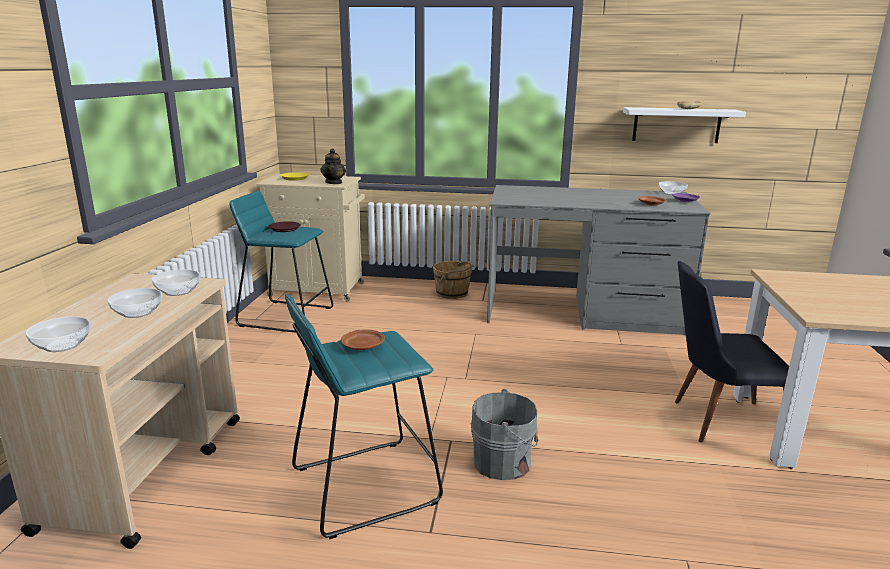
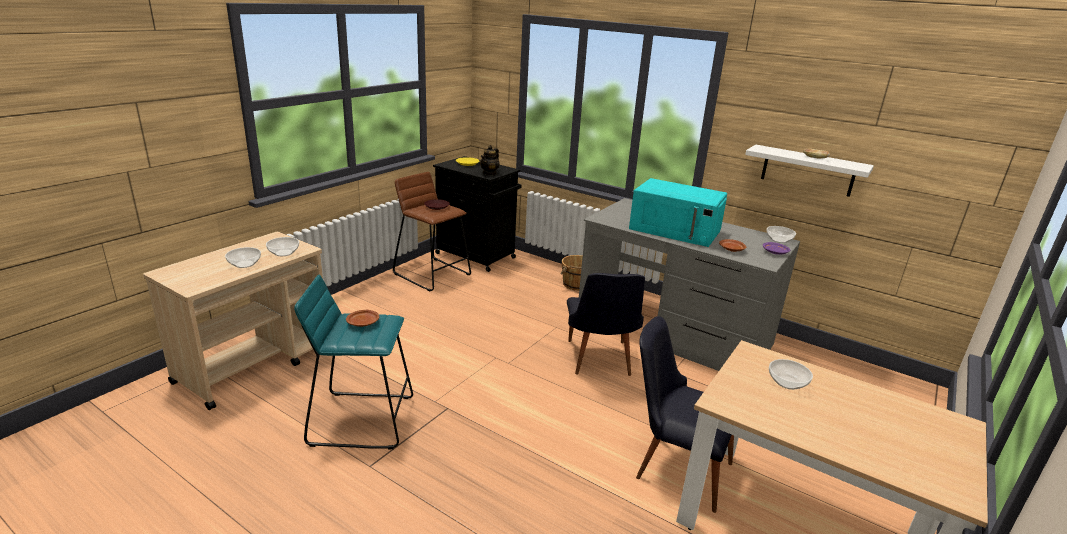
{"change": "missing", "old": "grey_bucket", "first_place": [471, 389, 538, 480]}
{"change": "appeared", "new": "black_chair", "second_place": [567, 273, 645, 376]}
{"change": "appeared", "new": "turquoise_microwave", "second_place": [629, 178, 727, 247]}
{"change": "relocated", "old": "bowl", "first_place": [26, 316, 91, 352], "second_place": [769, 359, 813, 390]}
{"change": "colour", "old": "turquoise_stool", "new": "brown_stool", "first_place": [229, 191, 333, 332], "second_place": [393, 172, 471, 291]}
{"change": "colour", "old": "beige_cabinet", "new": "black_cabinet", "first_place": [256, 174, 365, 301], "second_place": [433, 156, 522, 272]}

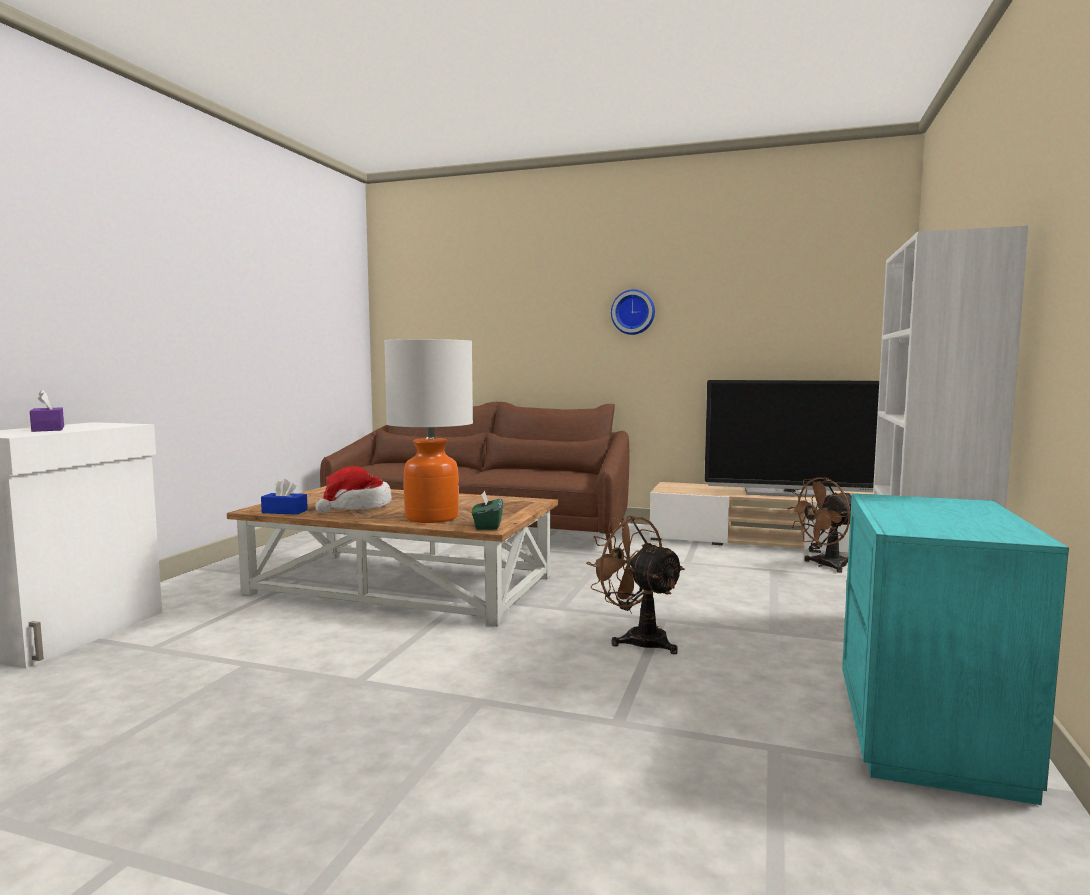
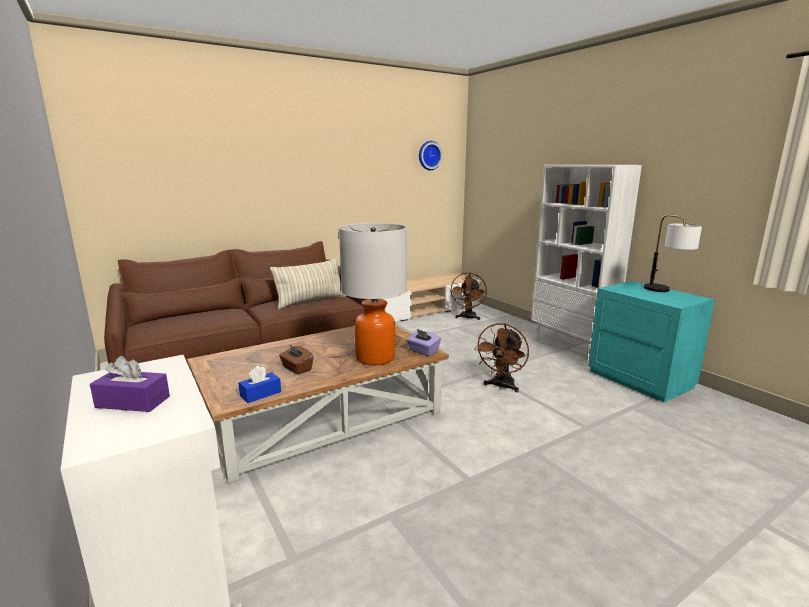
{"change": "missing", "old": "television", "first_place": [704, 380, 879, 498]}
{"change": "appeared", "new": "pillow", "second_place": [270, 258, 346, 310]}
{"change": "appeared", "new": "table_lamp", "second_place": [644, 215, 702, 292]}
{"change": "relocated", "old": "wall_clock", "first_place": [611, 289, 655, 335], "second_place": [419, 141, 443, 170]}
{"change": "exchanged", "old": "hat", "new": "brown_tissue_box", "first_place": [315, 466, 391, 513], "second_place": [279, 344, 314, 374]}
{"change": "colour", "old": "green_tissue_box", "new": "purple_tissue_box", "first_place": [472, 491, 503, 530], "second_place": [407, 329, 441, 356]}
{"change": "spun", "old": "brown_fan", "first_place": [586, 516, 685, 654], "second_place": [474, 323, 529, 392], "degrees": -60}

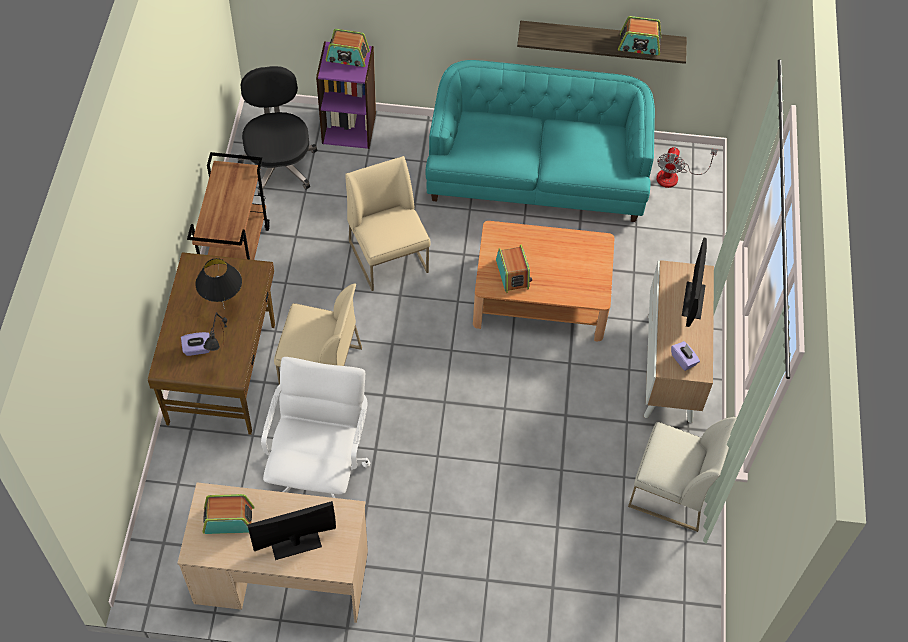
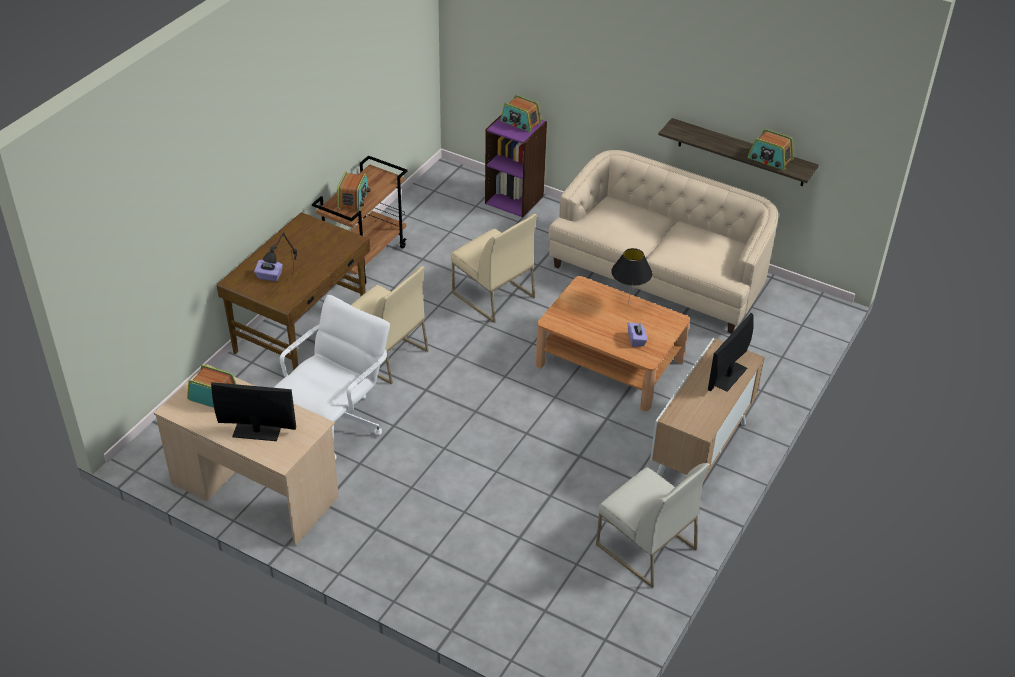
{"change": "missing", "old": "black_office_chair", "first_place": [238, 66, 318, 196]}
{"change": "missing", "old": "fan", "first_place": [656, 147, 718, 188]}
{"change": "relocated", "old": "black_table_lamp", "first_place": [195, 258, 242, 309], "second_place": [611, 248, 653, 305]}
{"change": "relocated", "old": "radio", "first_place": [496, 245, 532, 293], "second_place": [337, 171, 371, 212]}
{"change": "relocated", "old": "purple_tissue_box", "first_place": [671, 341, 700, 371], "second_place": [628, 322, 647, 347]}
{"change": "colour", "old": "turquoise_sofa", "new": "beige_sofa", "first_place": [426, 60, 655, 222], "second_place": [549, 150, 778, 334]}
{"change": "spun", "old": "beige_chair", "first_place": [345, 156, 431, 291], "second_place": [451, 214, 537, 323], "degrees": 135}

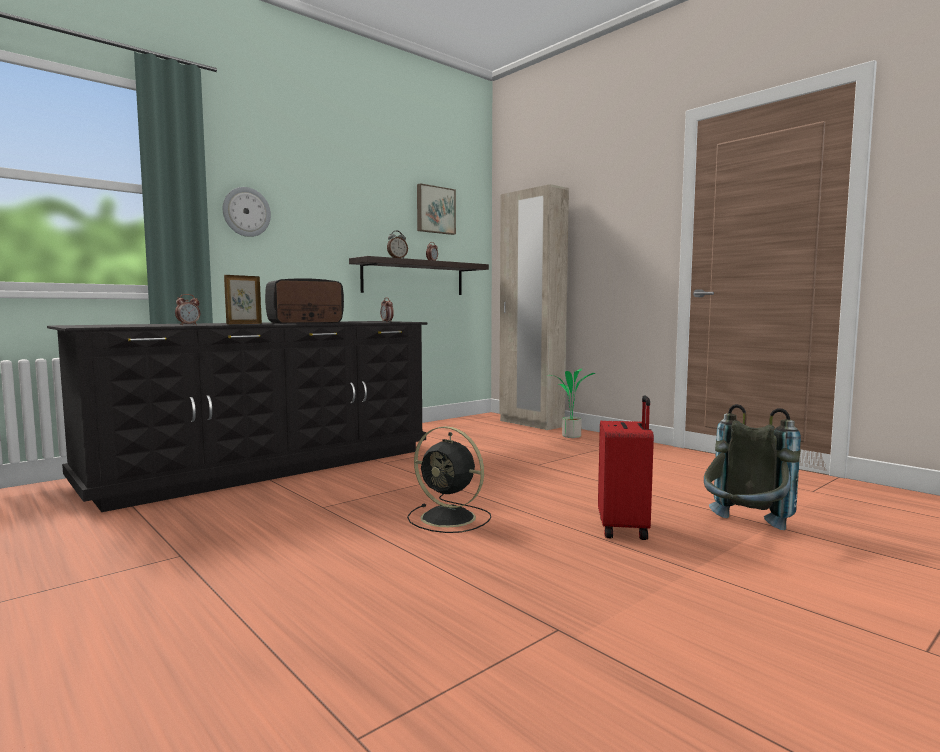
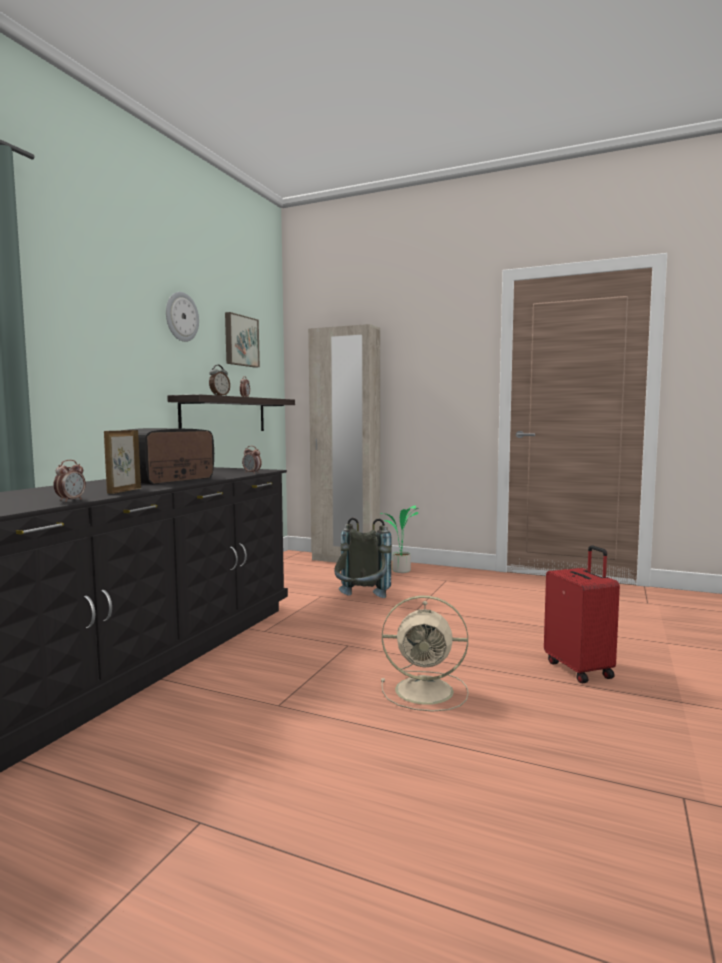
{"change": "relocated", "old": "wall_clock", "first_place": [223, 187, 271, 237], "second_place": [166, 292, 199, 342]}
{"change": "relocated", "old": "grey_backpack", "first_place": [704, 404, 801, 530], "second_place": [334, 517, 392, 598]}
{"change": "colour", "old": "black_fan", "new": "beige_fan", "first_place": [407, 426, 491, 533], "second_place": [381, 596, 469, 712]}

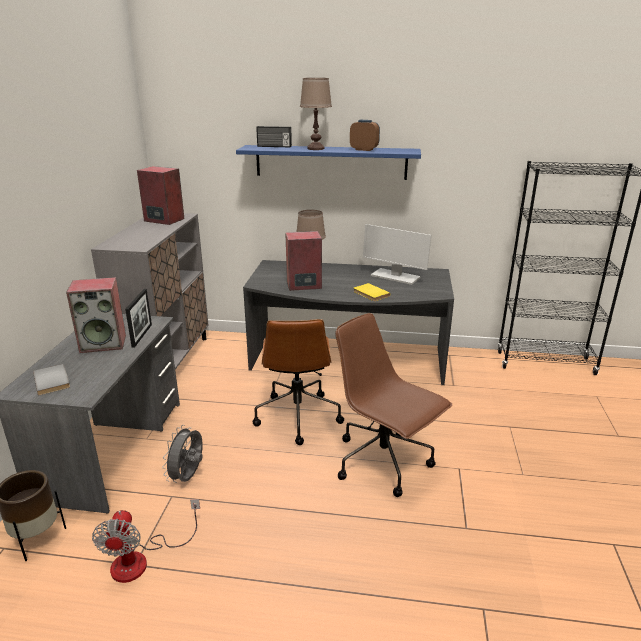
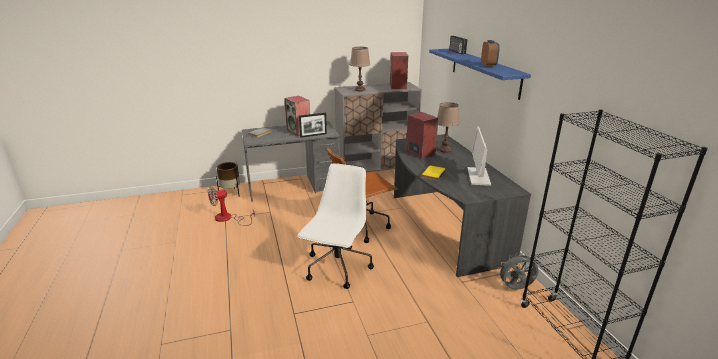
{"change": "relocated", "old": "grey_fan", "first_place": [162, 425, 203, 483], "second_place": [497, 252, 539, 290]}
{"change": "relocated", "old": "brown_table_lamp", "first_place": [300, 78, 332, 150], "second_place": [350, 47, 370, 91]}
{"change": "colour", "old": "brown_office_chair", "new": "white_office_chair", "first_place": [335, 313, 452, 497], "second_place": [297, 163, 374, 289]}

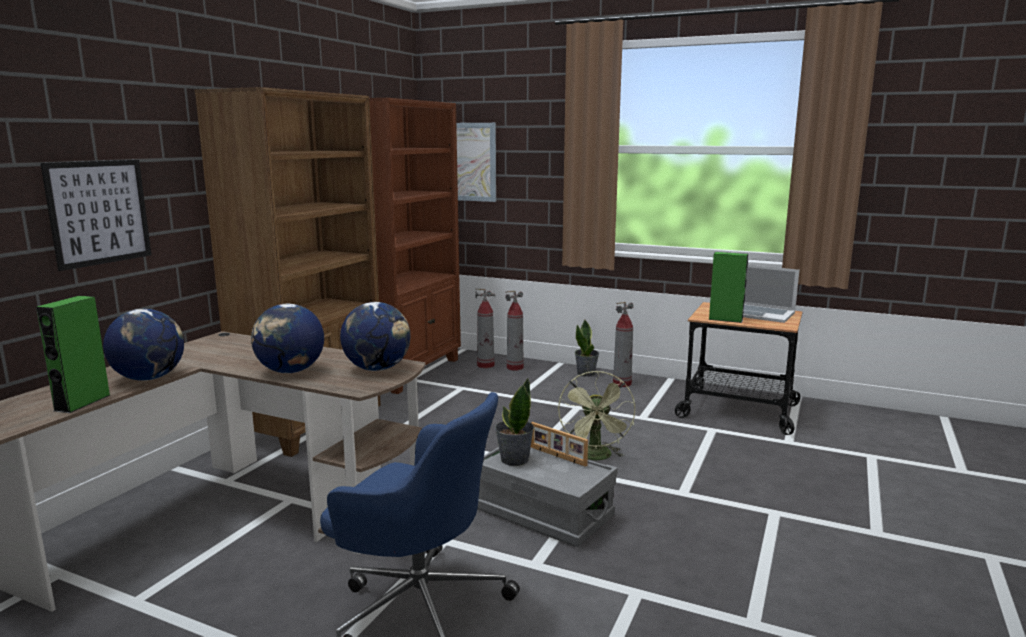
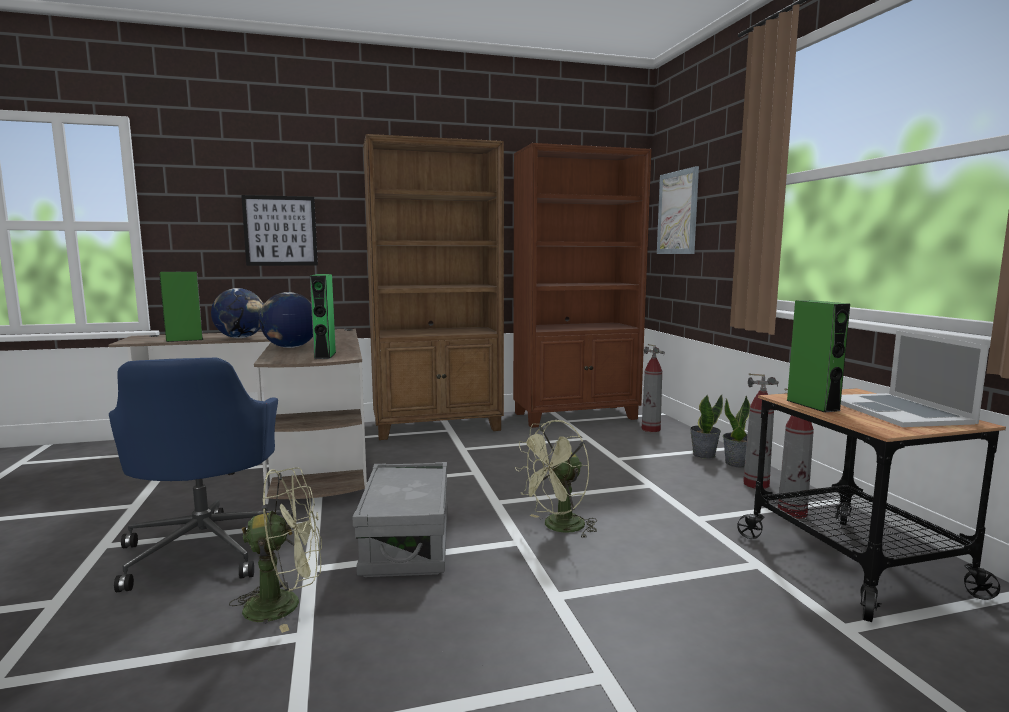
{"change": "missing", "old": "picture_frame", "first_place": [531, 422, 588, 467]}
{"change": "appeared", "new": "green_fan", "second_place": [229, 467, 322, 633]}
{"change": "relocated", "old": "potted_plant", "first_place": [495, 378, 534, 466], "second_place": [690, 395, 723, 459]}
{"change": "relocated", "old": "fire_extinguisher", "first_place": [505, 291, 524, 371], "second_place": [778, 388, 814, 519]}
{"change": "exchanged", "old": "globe", "new": "green_speaker", "first_place": [340, 302, 411, 371], "second_place": [310, 274, 336, 359]}

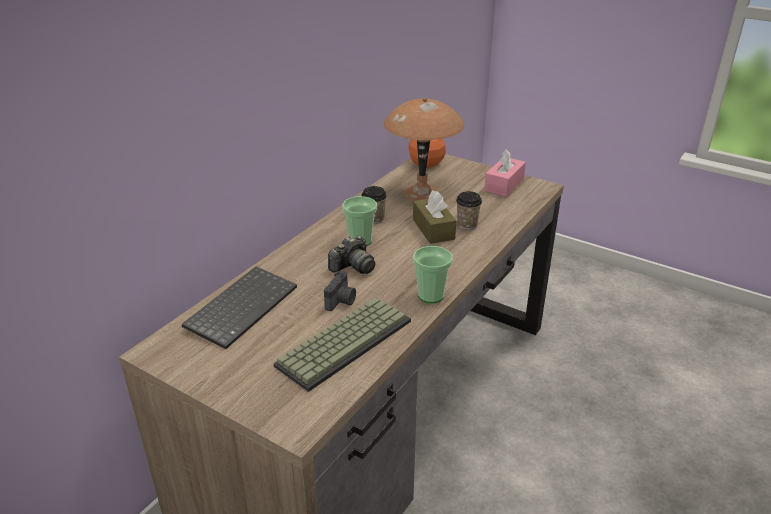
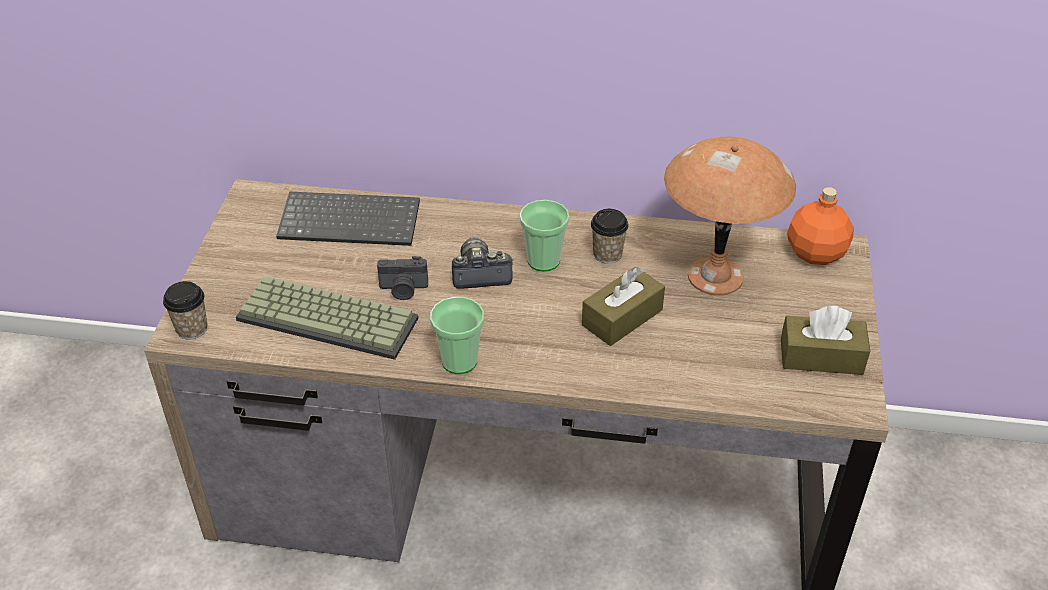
{"change": "relocated", "old": "cup", "first_place": [456, 191, 482, 229], "second_place": [163, 281, 207, 340]}
{"change": "colour", "old": "pink_tissue_box", "new": "brown_tissue_box", "first_place": [484, 149, 526, 197], "second_place": [781, 306, 870, 375]}
{"change": "spun", "old": "photo_camera", "first_place": [328, 236, 375, 274], "second_place": [452, 238, 514, 289], "degrees": 150}

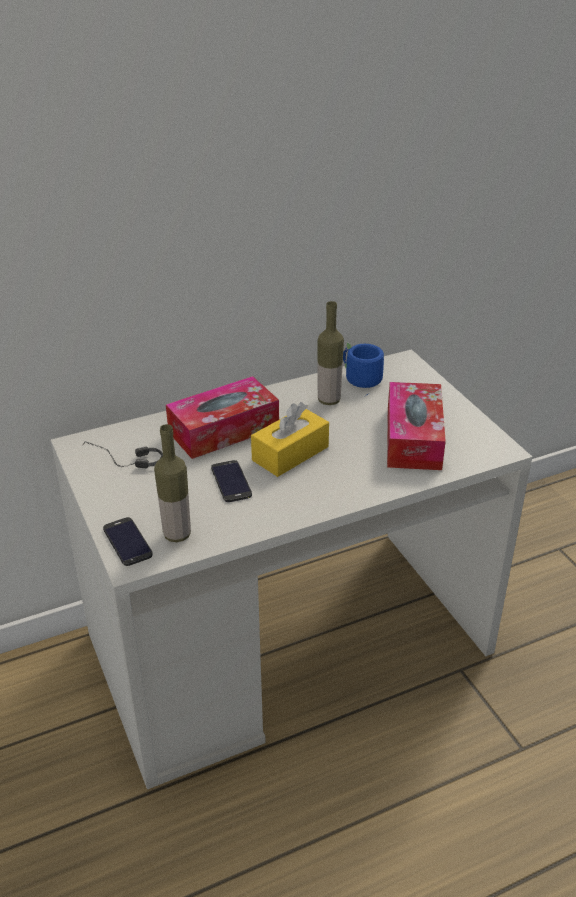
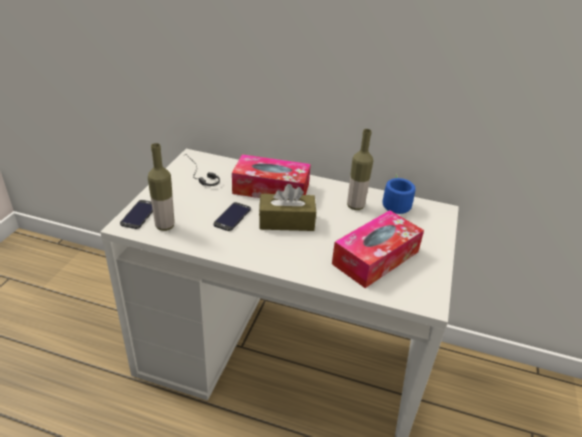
{"change": "colour", "old": "yellow_tissue_box", "new": "brown_tissue_box", "first_place": [251, 402, 329, 477], "second_place": [259, 184, 316, 231]}

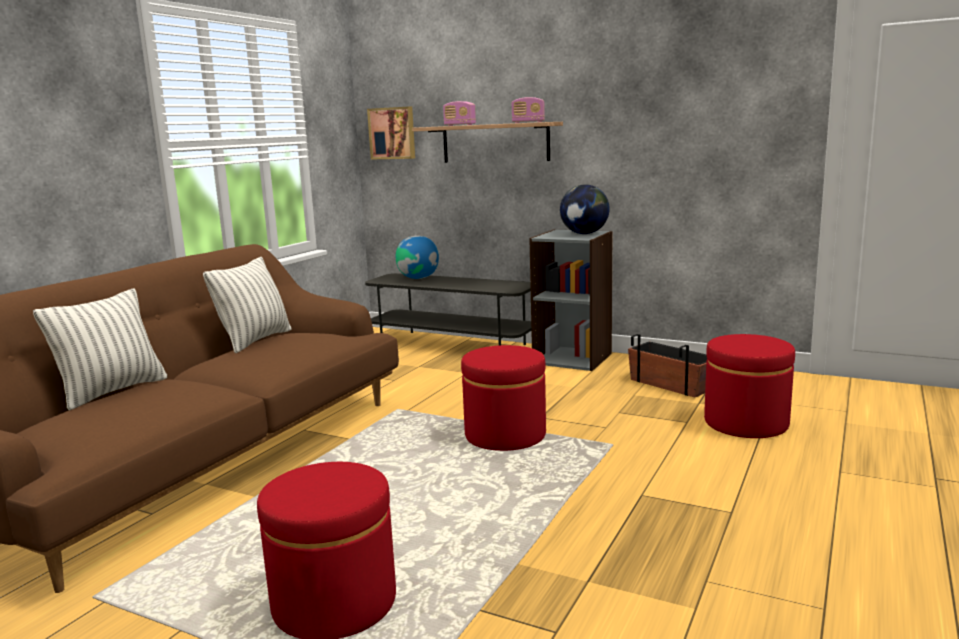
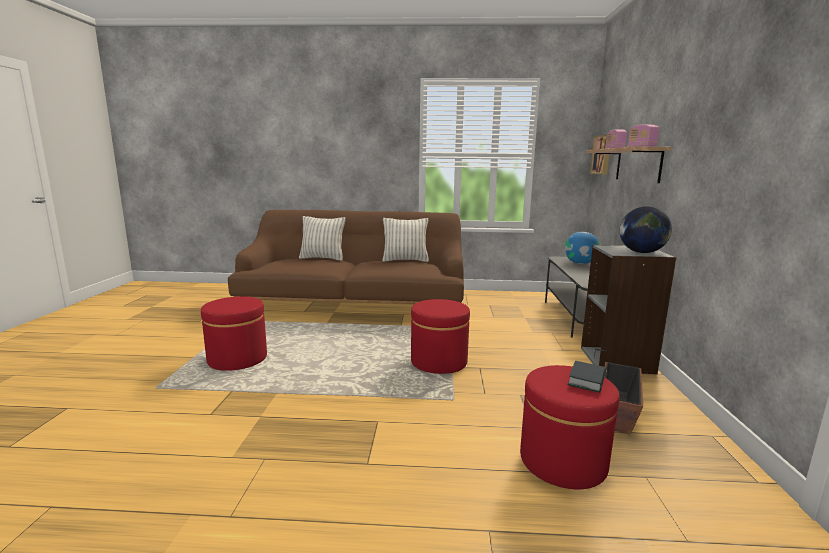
{"change": "appeared", "new": "book", "second_place": [567, 361, 606, 393]}

